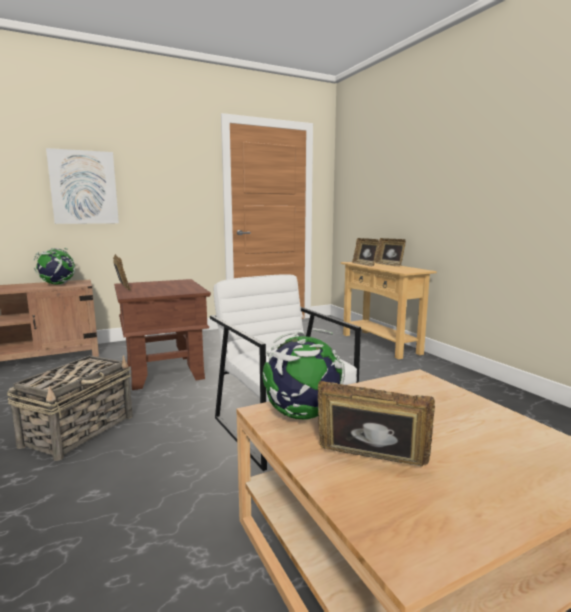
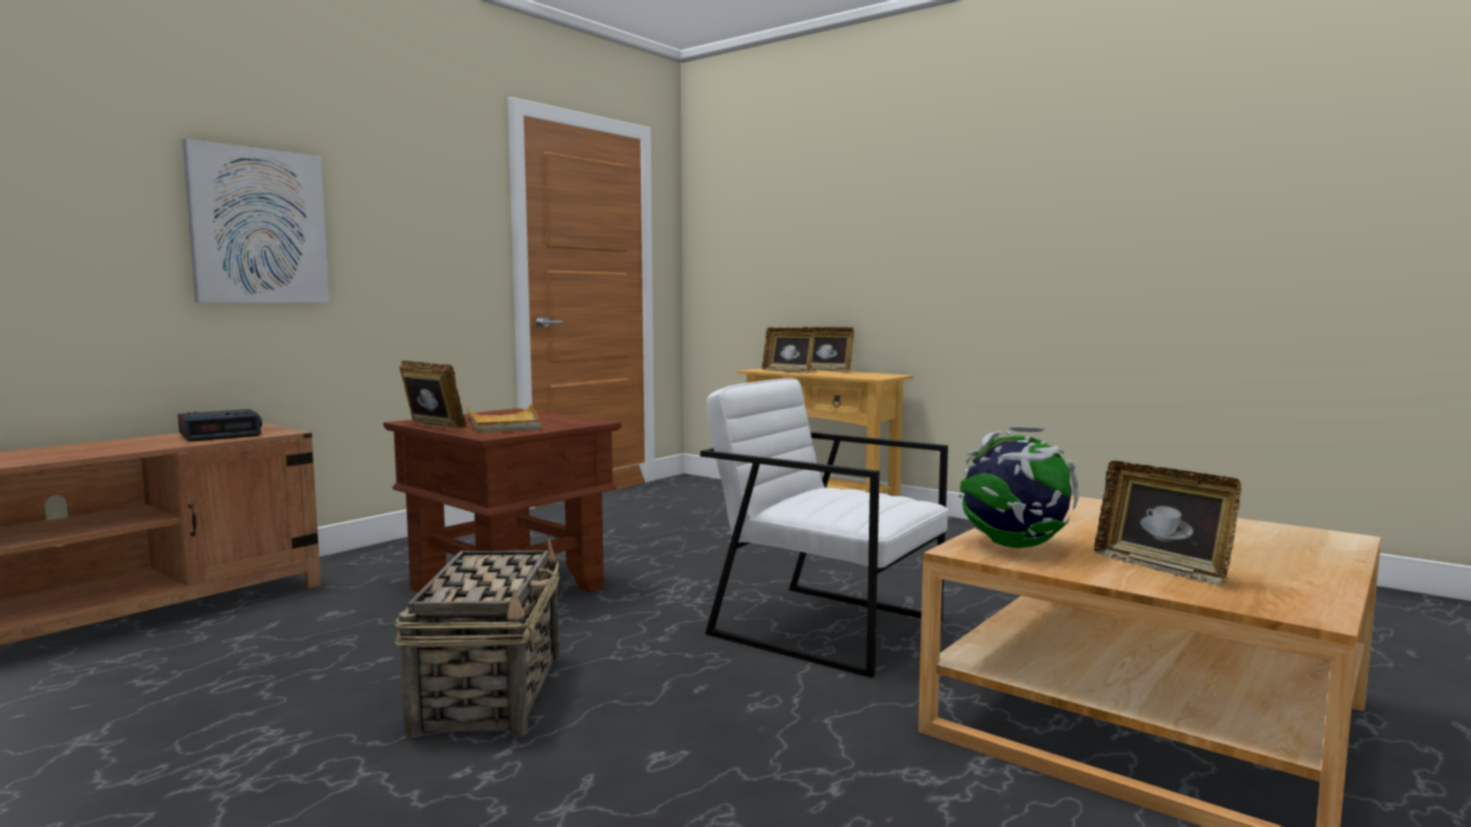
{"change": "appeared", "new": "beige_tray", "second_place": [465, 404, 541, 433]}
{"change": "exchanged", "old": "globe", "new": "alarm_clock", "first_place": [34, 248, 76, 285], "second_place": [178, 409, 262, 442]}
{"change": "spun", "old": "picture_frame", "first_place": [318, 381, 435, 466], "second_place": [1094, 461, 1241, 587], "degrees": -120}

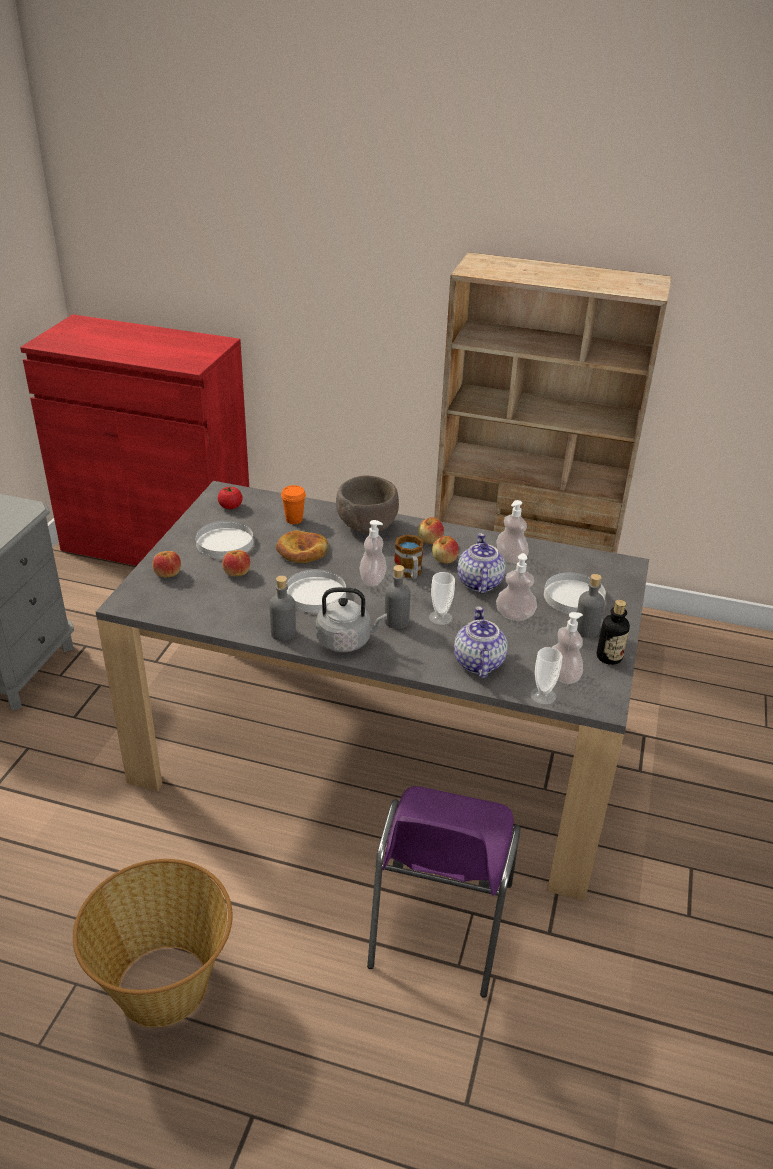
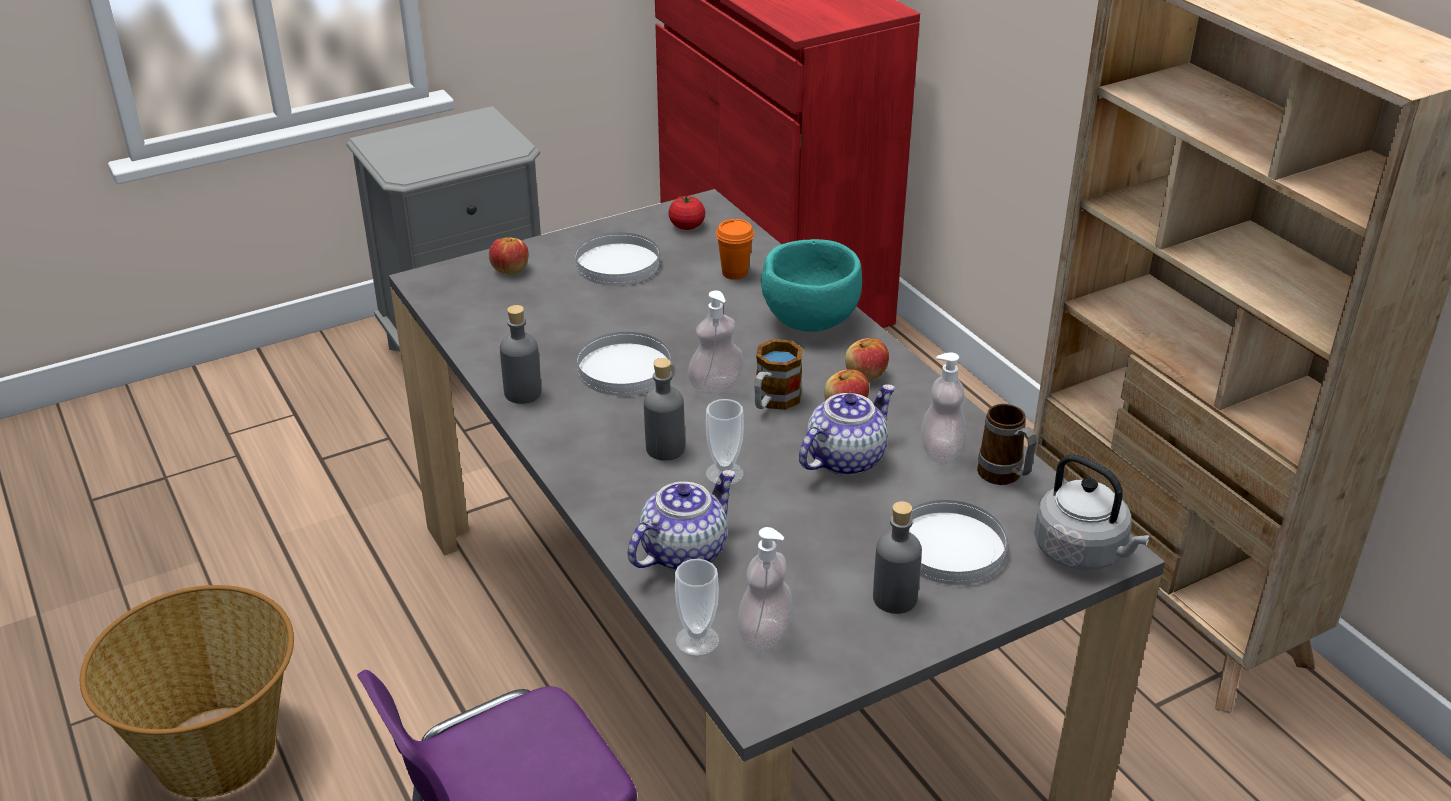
{"change": "missing", "old": "apple", "first_place": [222, 550, 250, 576]}
{"change": "missing", "old": "bread", "first_place": [276, 530, 329, 563]}
{"change": "missing", "old": "soap_dispenser", "first_place": [496, 553, 537, 621]}
{"change": "missing", "old": "bottle", "first_place": [597, 600, 630, 665]}
{"change": "appeared", "new": "mug", "second_place": [977, 404, 1037, 485]}
{"change": "relocated", "old": "grey_kettle", "first_place": [316, 587, 387, 652], "second_place": [1034, 454, 1150, 570]}
{"change": "colour", "old": "brown_bowl", "new": "turquoise_bowl", "first_place": [336, 476, 399, 534], "second_place": [761, 239, 862, 332]}

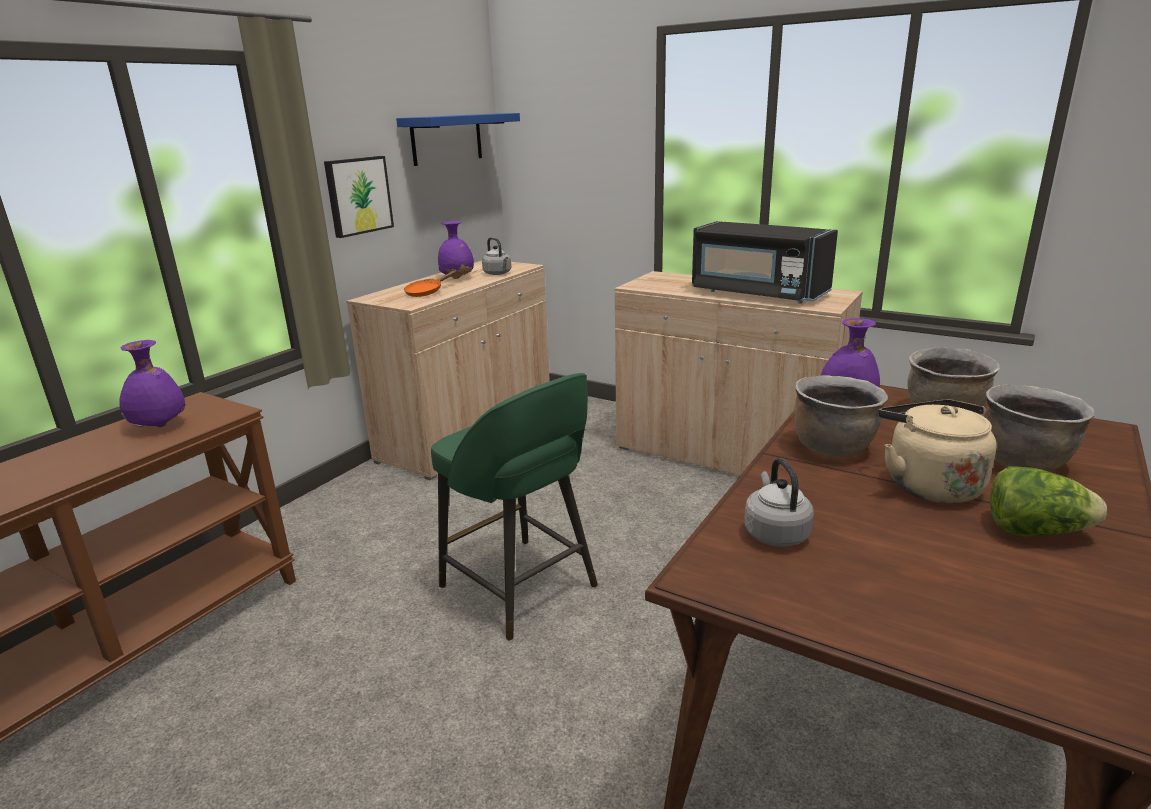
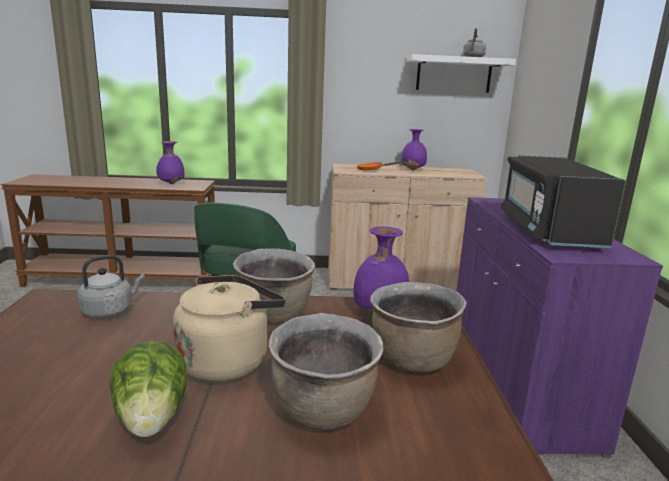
{"change": "missing", "old": "picture", "first_place": [324, 156, 394, 238]}
{"change": "relocated", "old": "grey_kettle", "first_place": [482, 237, 511, 275], "second_place": [463, 28, 486, 57]}
{"change": "colour", "old": "blue_shelf", "new": "white_shelf", "first_place": [396, 113, 520, 166], "second_place": [406, 54, 516, 93]}
{"change": "colour", "old": "beige_cabinet", "new": "purple_cabinet", "first_place": [615, 271, 863, 475], "second_place": [456, 197, 663, 458]}

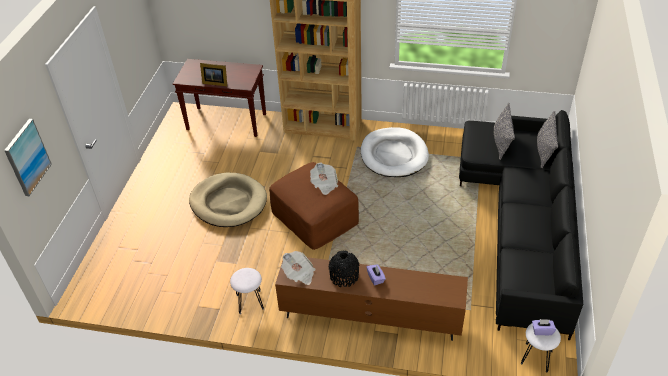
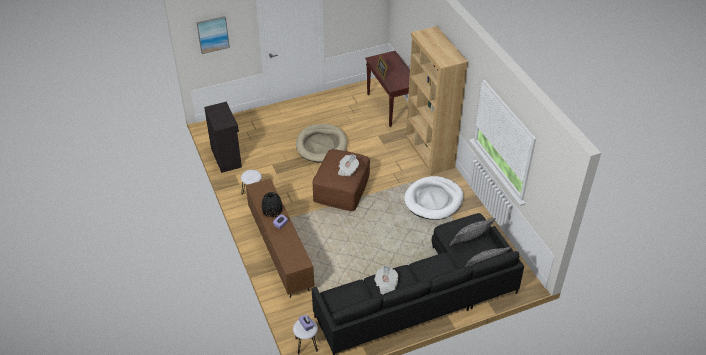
{"change": "appeared", "new": "black_cabinet", "second_place": [204, 102, 242, 173]}
{"change": "relocated", "old": "newspaper", "first_place": [281, 251, 315, 285], "second_place": [374, 266, 398, 295]}

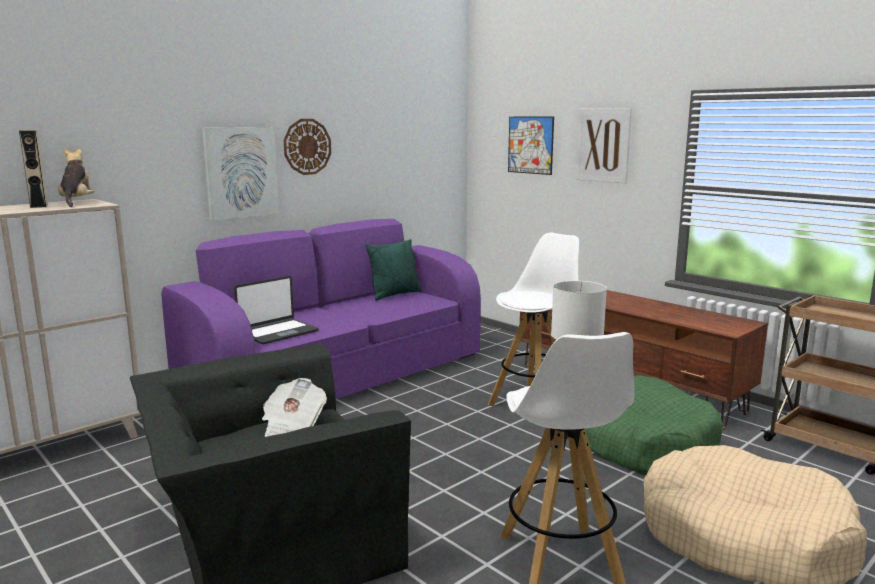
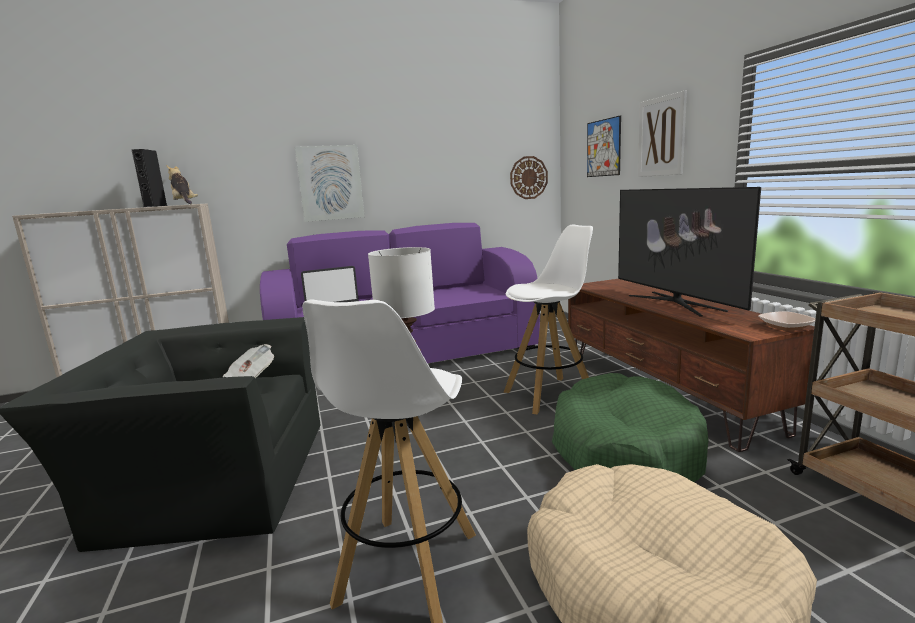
{"change": "missing", "old": "green_pillow", "first_place": [365, 239, 422, 301]}
{"change": "appeared", "new": "television", "second_place": [618, 187, 761, 317]}
{"change": "appeared", "new": "bowl", "second_place": [758, 311, 816, 331]}
{"change": "relocated", "old": "wall_clock", "first_place": [284, 119, 331, 175], "second_place": [510, 156, 548, 199]}
{"change": "colour", "old": "beige_speaker", "new": "black_speaker", "first_place": [19, 130, 48, 208], "second_place": [132, 149, 167, 207]}
{"change": "spun", "old": "plush_toy", "first_place": [58, 148, 95, 207], "second_place": [166, 165, 198, 204], "degrees": -45}

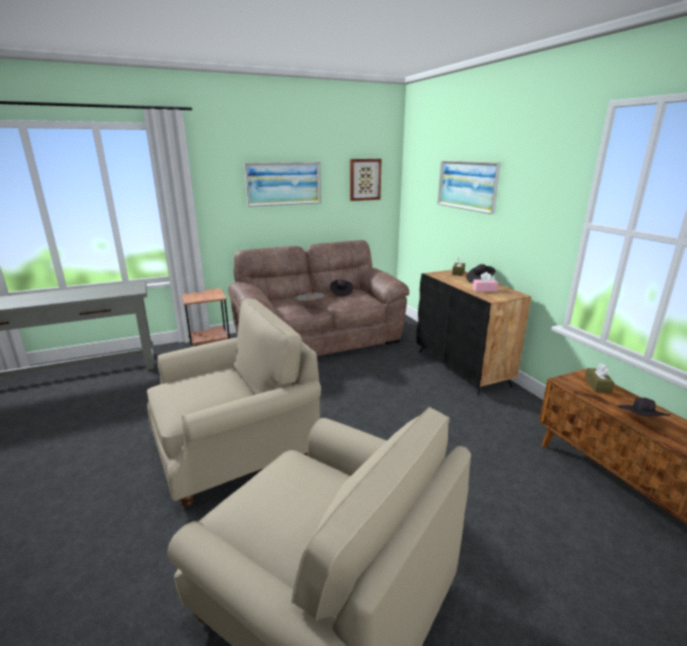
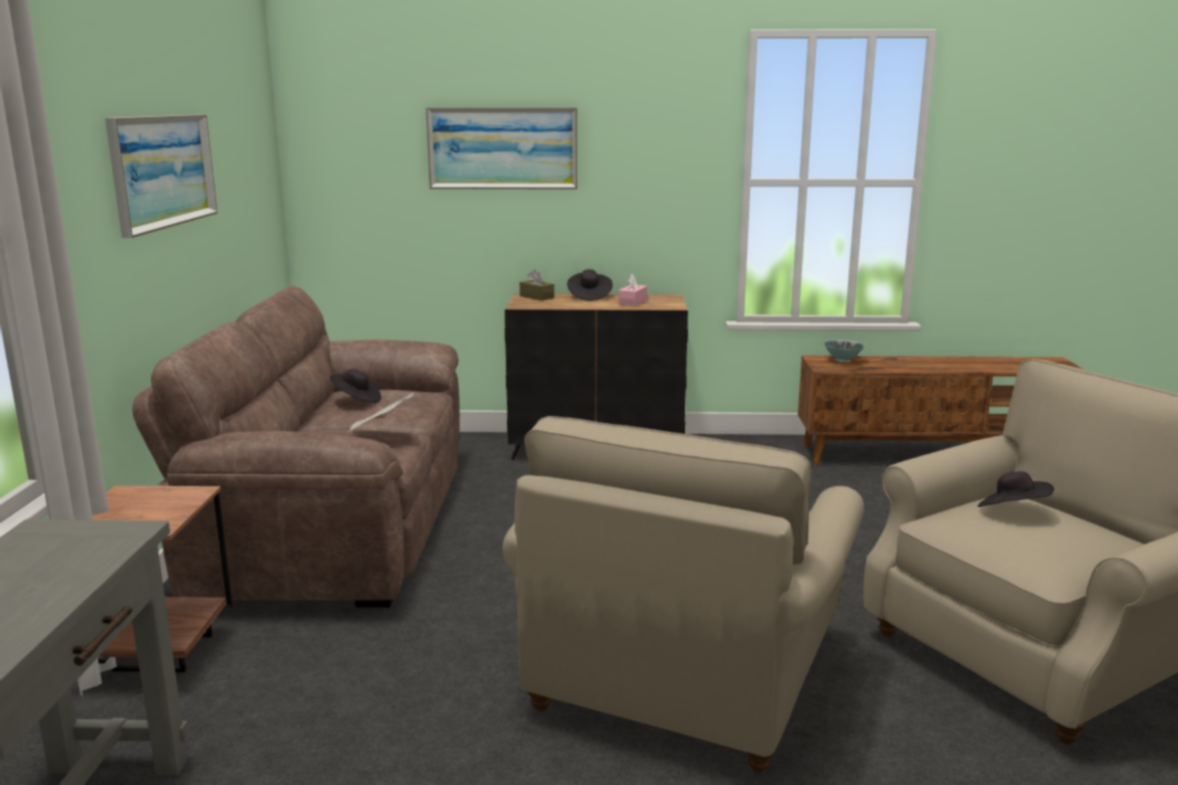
{"change": "missing", "old": "picture", "first_place": [350, 159, 382, 201]}
{"change": "relocated", "old": "black_hat", "first_place": [617, 398, 671, 416], "second_place": [978, 471, 1054, 507]}
{"change": "exchanged", "old": "brown_tissue_box", "new": "bowl", "first_place": [585, 364, 614, 393], "second_place": [824, 340, 865, 362]}
{"change": "spun", "old": "beige_armchair", "first_place": [147, 299, 321, 507], "second_place": [503, 416, 864, 773], "degrees": -150}

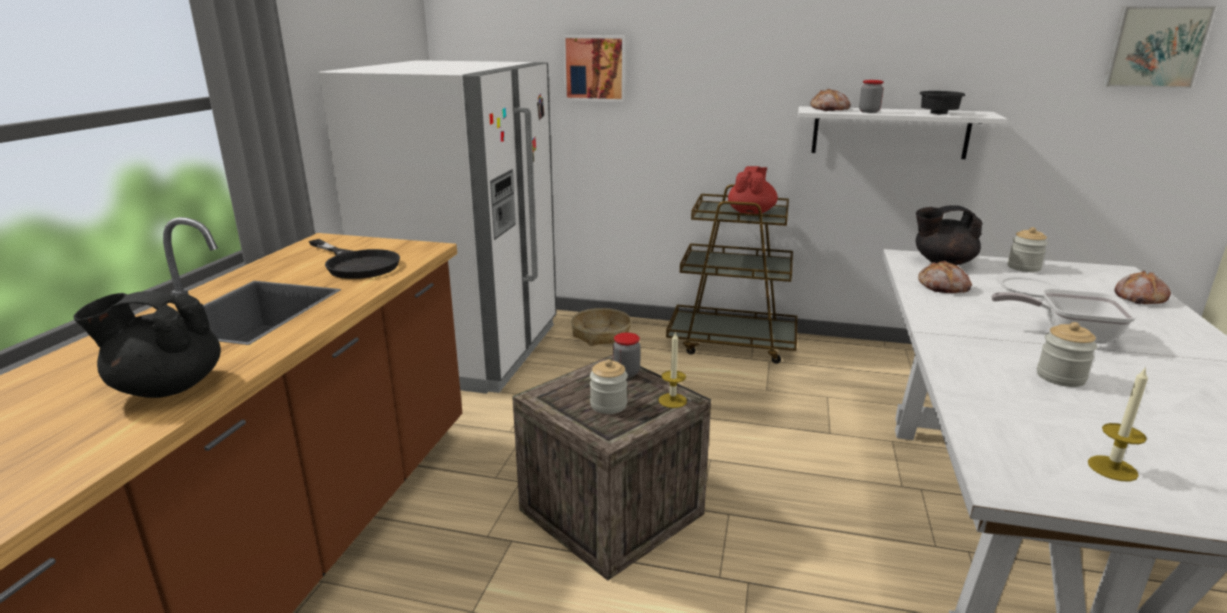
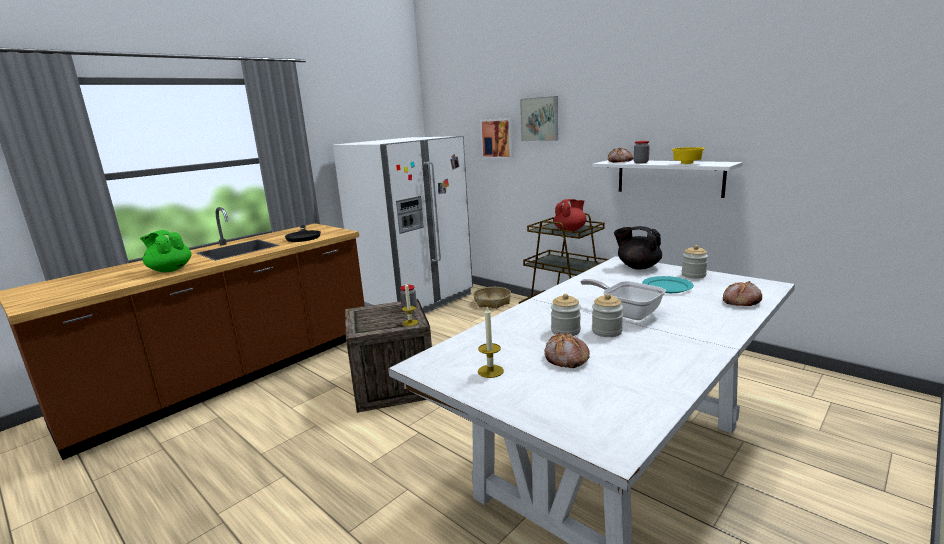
{"change": "relocated", "old": "jar", "first_place": [590, 359, 628, 414], "second_place": [592, 294, 623, 337]}
{"change": "relocated", "old": "bread", "first_place": [918, 261, 972, 293], "second_place": [544, 332, 589, 368]}
{"change": "relocated", "old": "picture", "first_place": [1103, 6, 1216, 88], "second_place": [520, 96, 558, 141]}
{"change": "colour", "old": "black_teapot", "new": "green_teapot", "first_place": [73, 291, 221, 398], "second_place": [140, 230, 191, 273]}
{"change": "colour", "old": "black_bowl", "new": "yellow_bowl", "first_place": [919, 91, 965, 114], "second_place": [672, 147, 705, 164]}
{"change": "colour", "old": "white_plate", "new": "turquoise_plate", "first_place": [996, 273, 1070, 298], "second_place": [642, 276, 694, 293]}

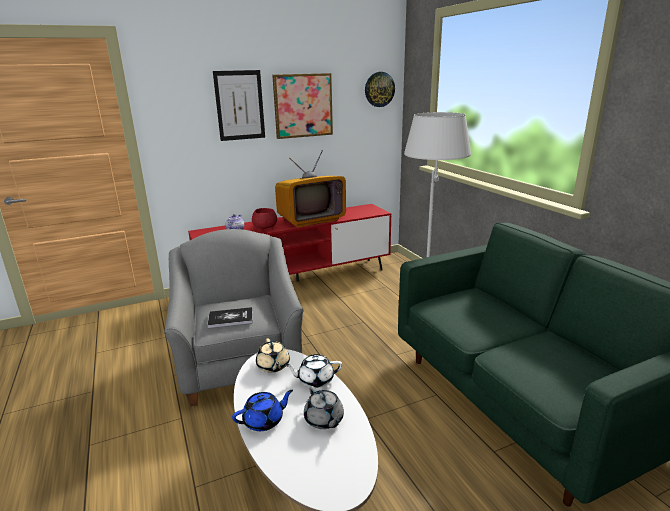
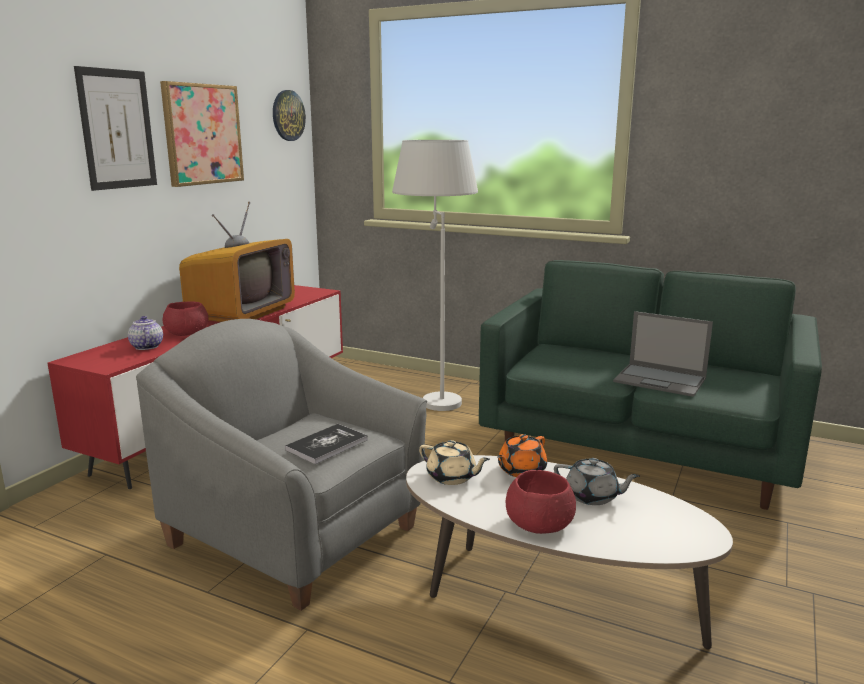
{"change": "appeared", "new": "laptop", "second_place": [613, 311, 713, 397]}
{"change": "exchanged", "old": "blue_teapot", "new": "red_bowl", "first_place": [232, 390, 293, 431], "second_place": [506, 470, 576, 534]}
{"change": "colour", "old": "white_teapot", "new": "orange_teapot", "first_place": [285, 354, 342, 388], "second_place": [497, 434, 547, 477]}

